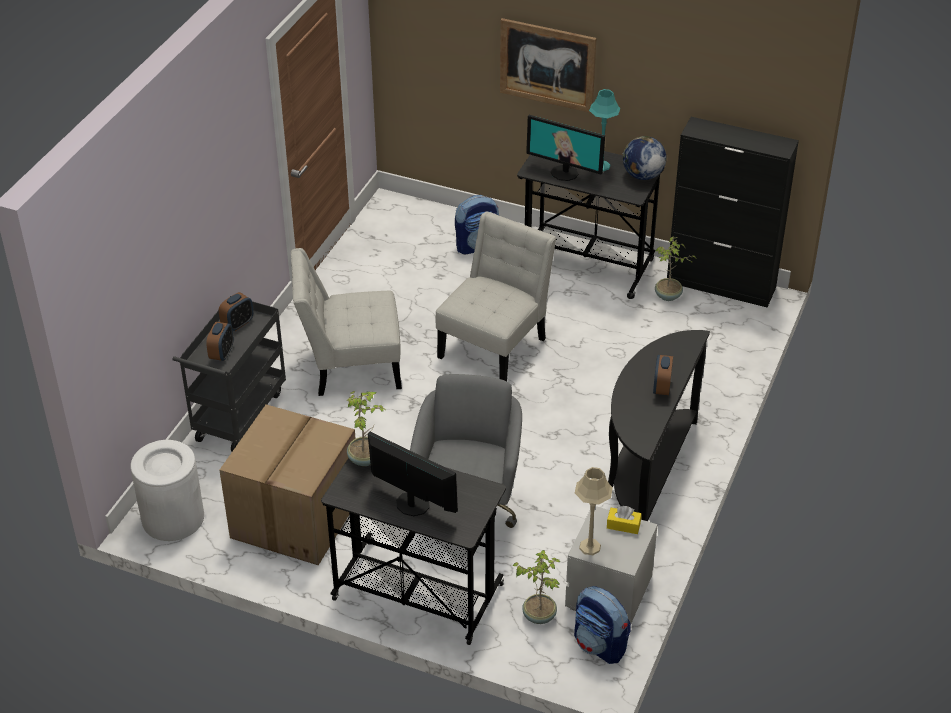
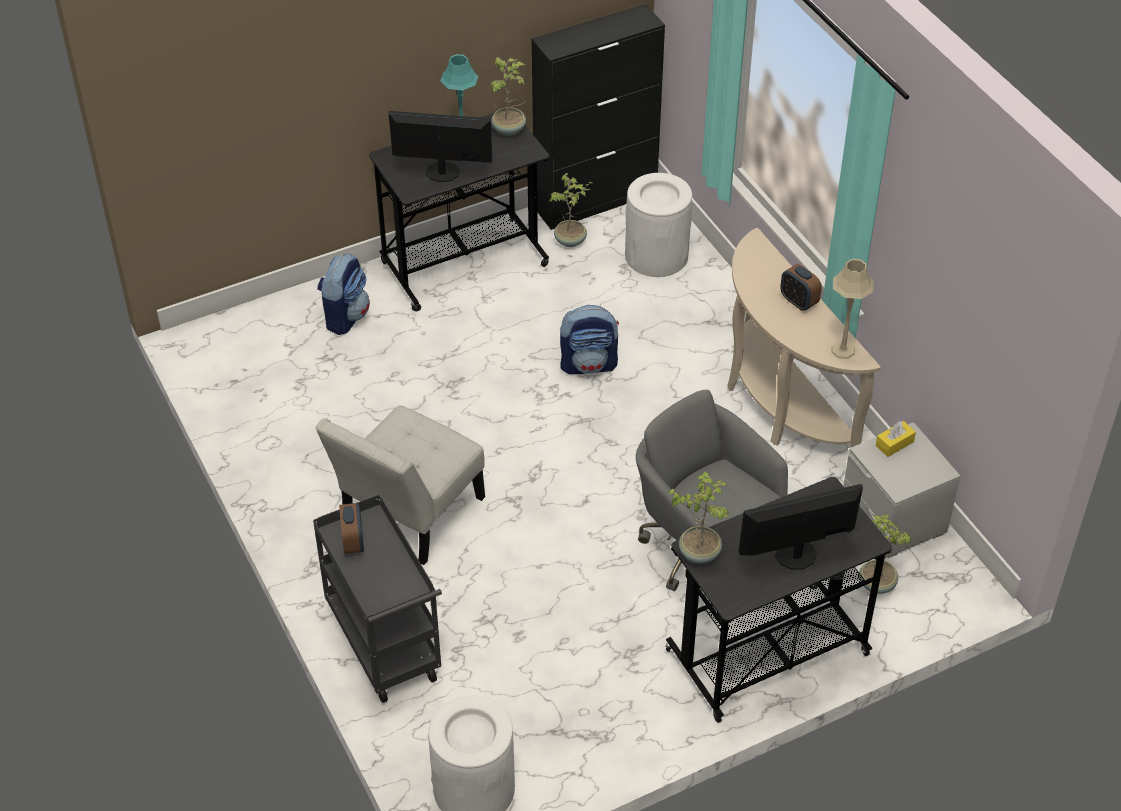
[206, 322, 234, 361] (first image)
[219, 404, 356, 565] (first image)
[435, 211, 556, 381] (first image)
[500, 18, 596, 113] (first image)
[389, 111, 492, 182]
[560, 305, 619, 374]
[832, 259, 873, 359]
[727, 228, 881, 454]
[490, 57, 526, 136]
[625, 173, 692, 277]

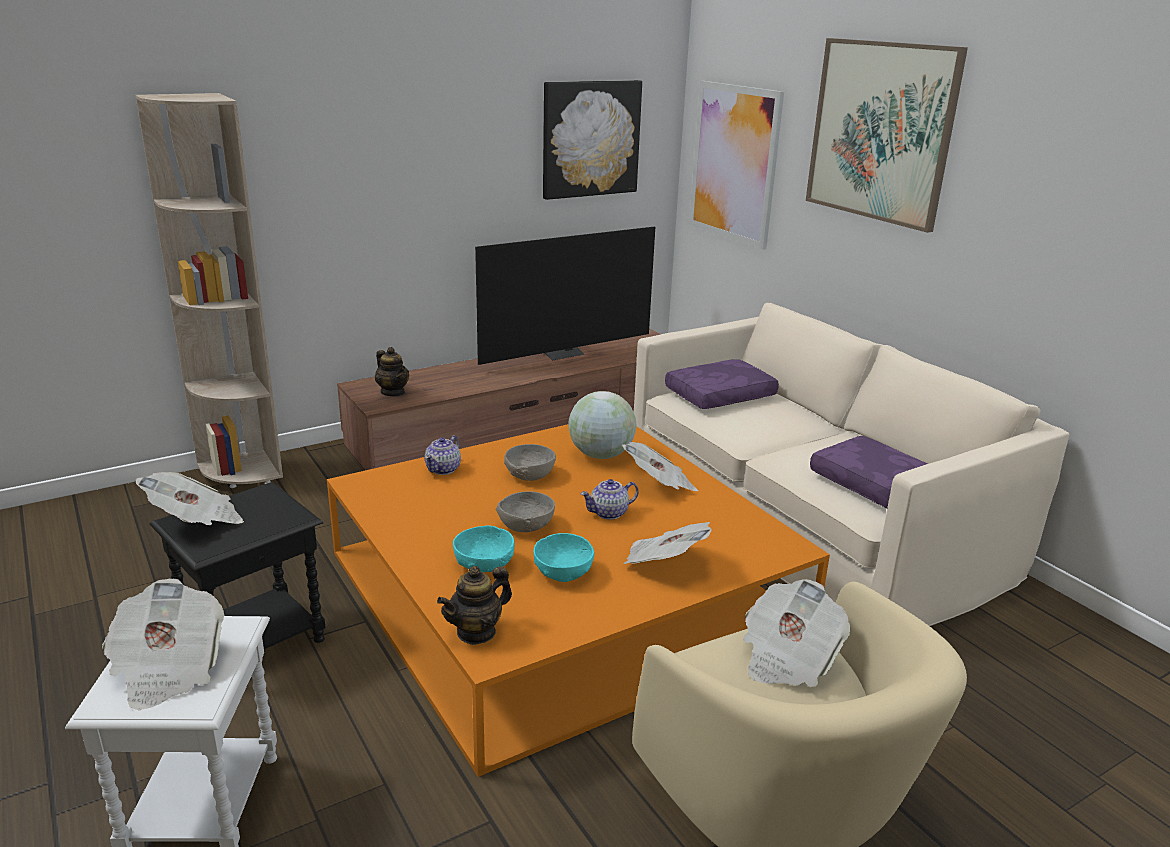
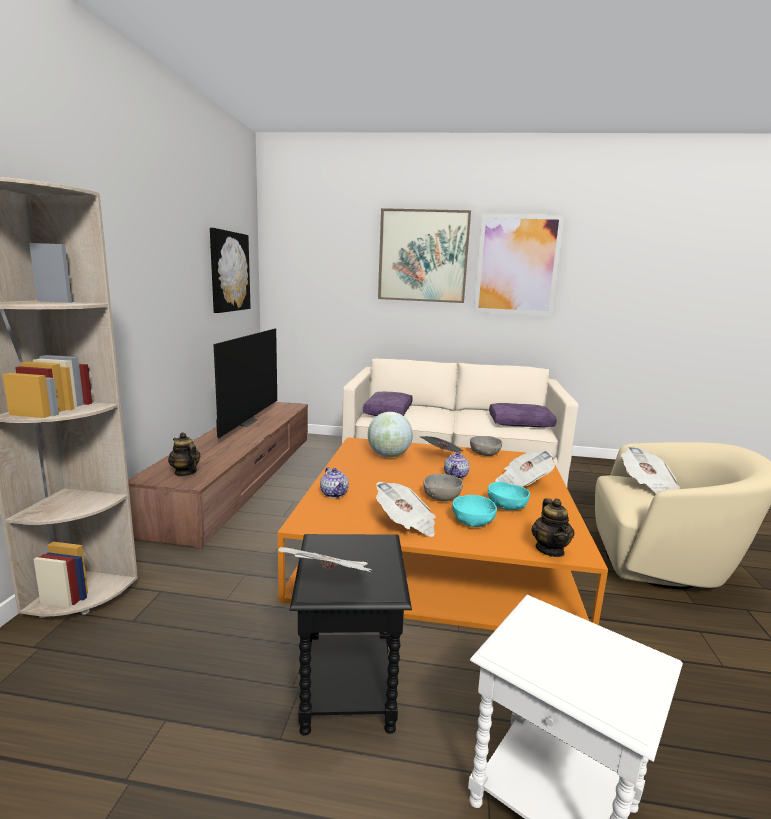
[376, 482, 436, 537]
[168, 432, 200, 476]
[470, 436, 502, 456]
[474, 213, 564, 316]

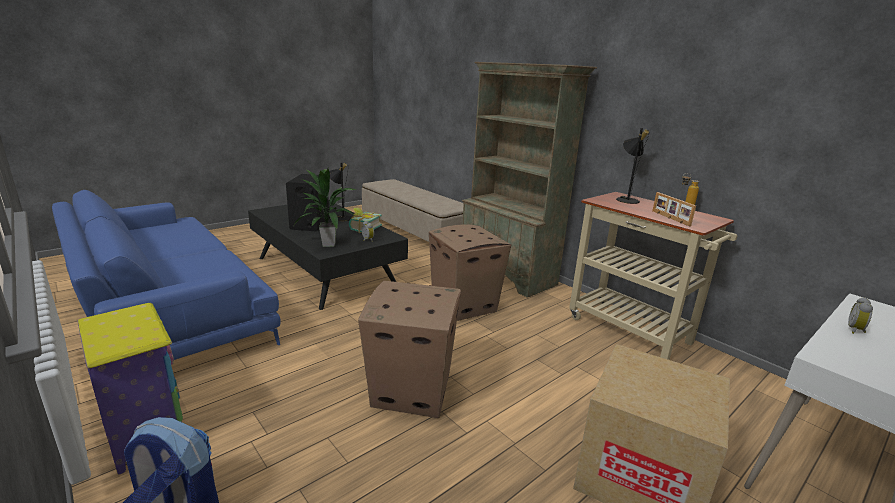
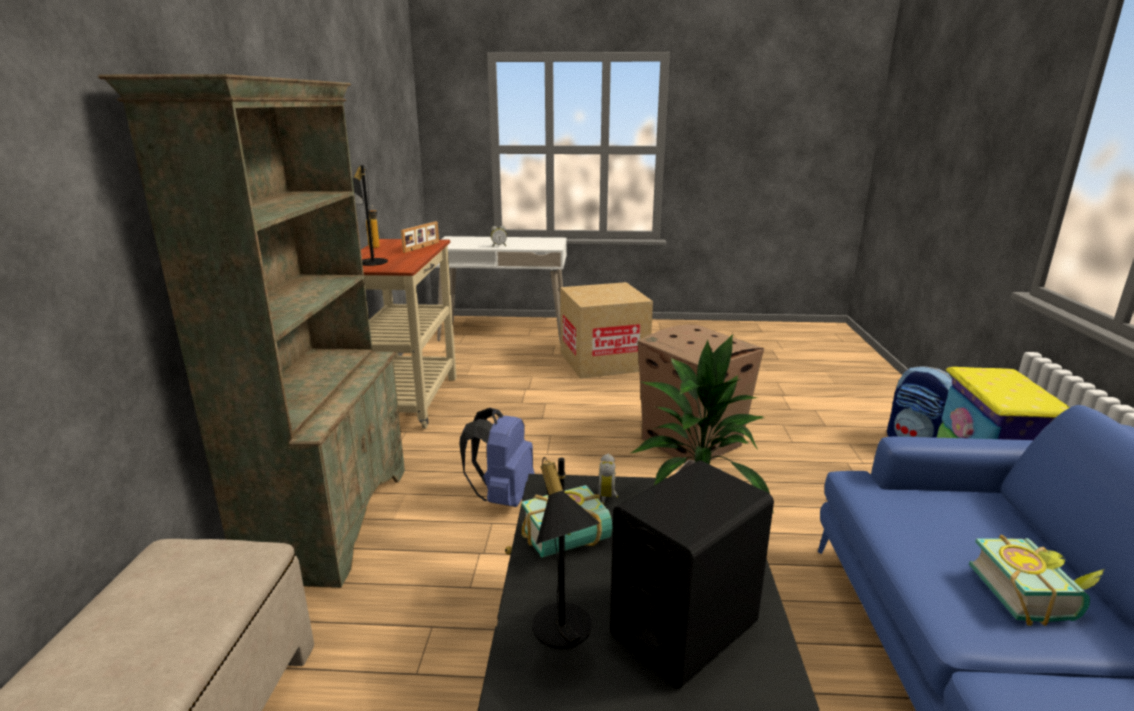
[459, 408, 535, 507]
[969, 535, 1104, 626]

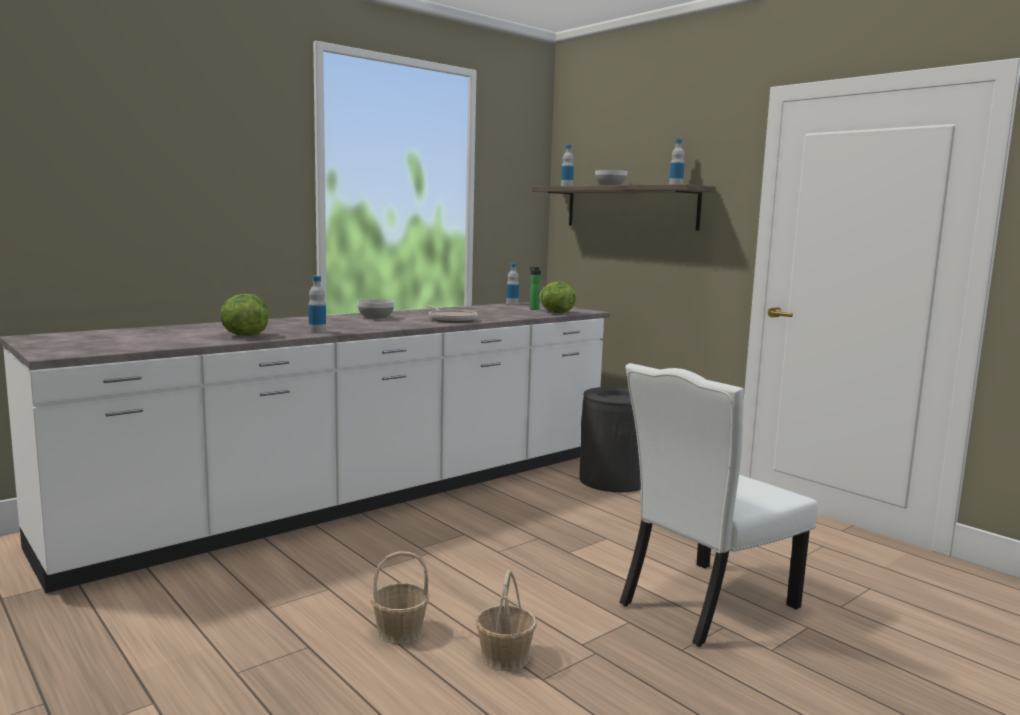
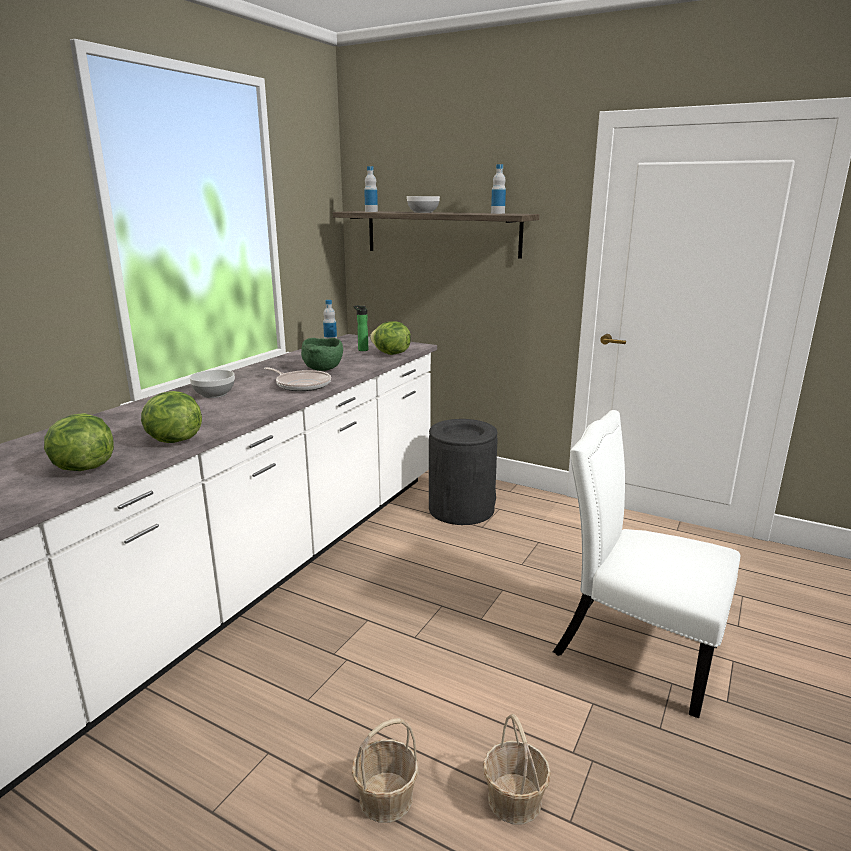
[141, 391, 202, 443]
[553, 410, 740, 718]
[301, 338, 343, 371]

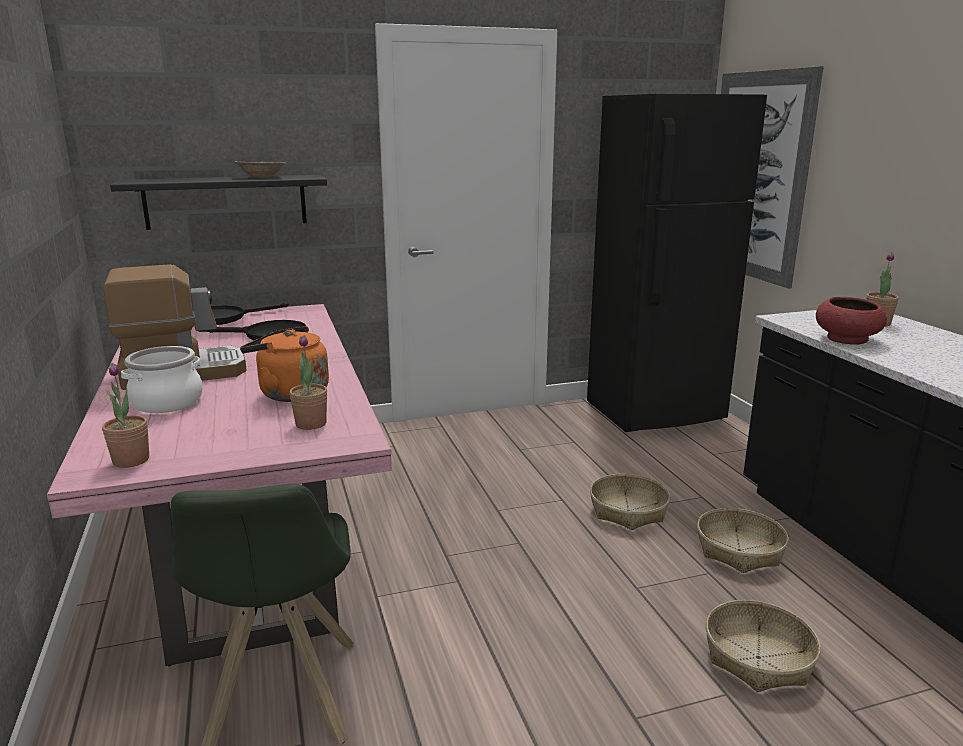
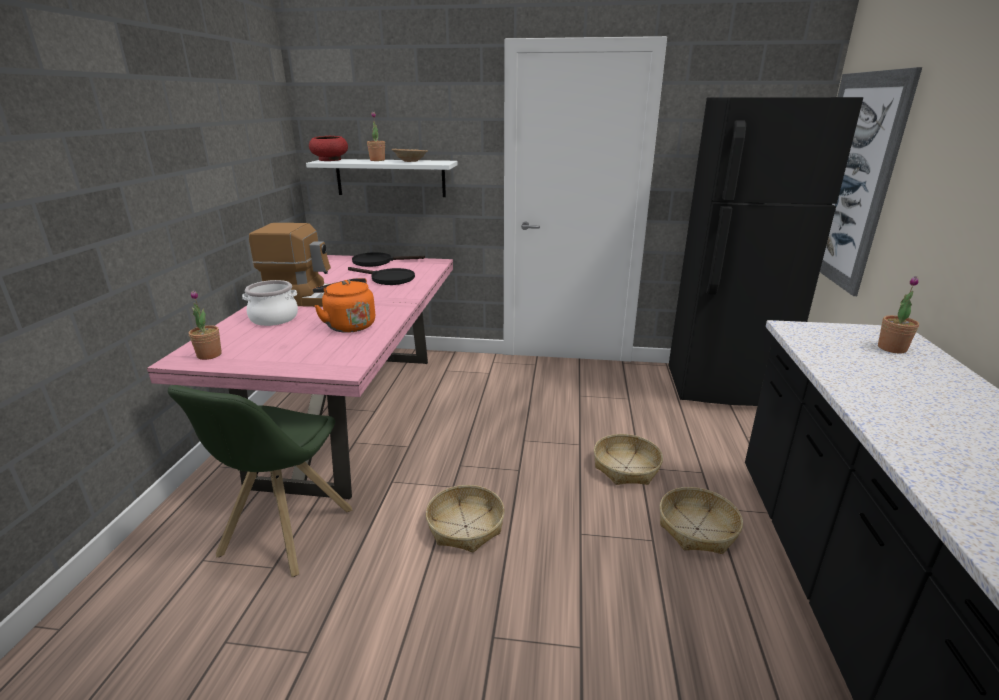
[306, 159, 458, 197]
[367, 112, 385, 161]
[426, 485, 505, 552]
[309, 136, 348, 161]

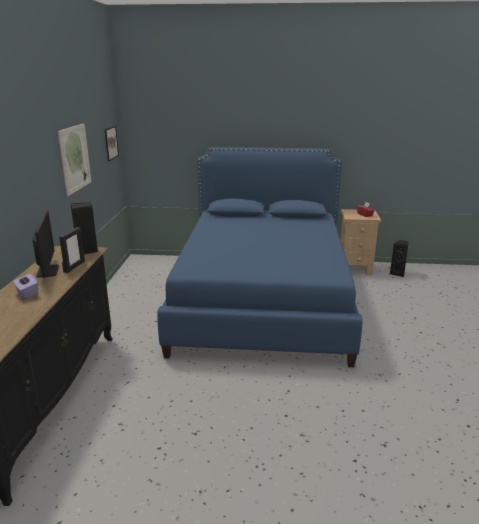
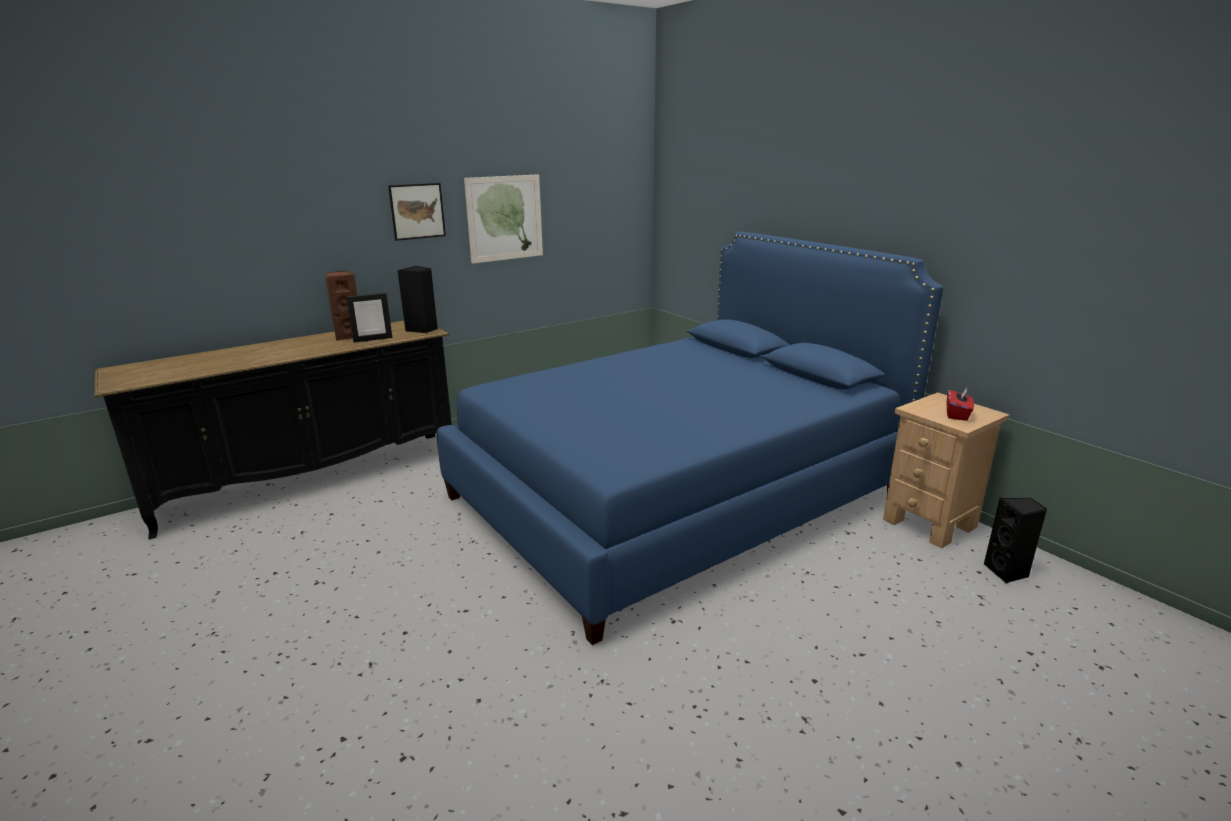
[13, 274, 38, 299] (first image)
[325, 271, 357, 341]
[388, 183, 446, 241]

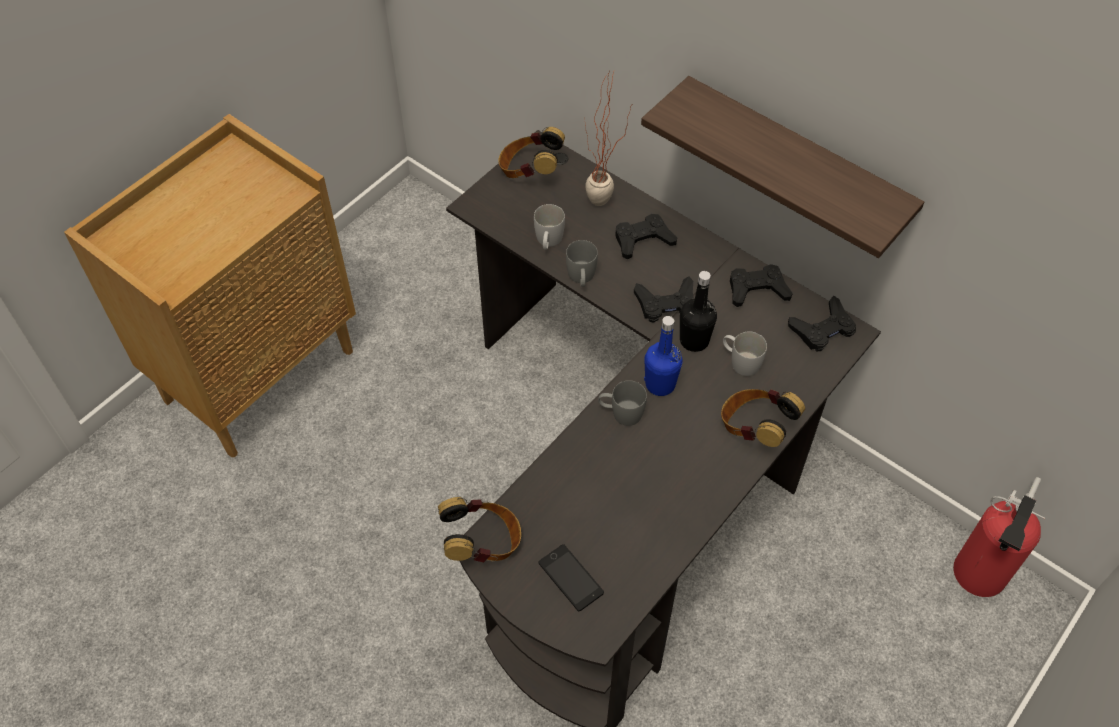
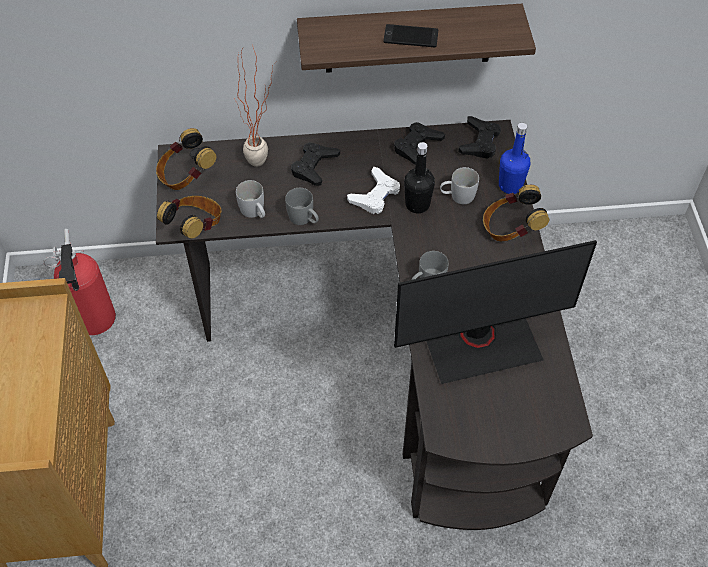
[157, 196, 222, 239]
[383, 24, 438, 48]
[347, 167, 400, 214]
[499, 123, 530, 194]
[43, 229, 116, 335]
[394, 240, 597, 384]

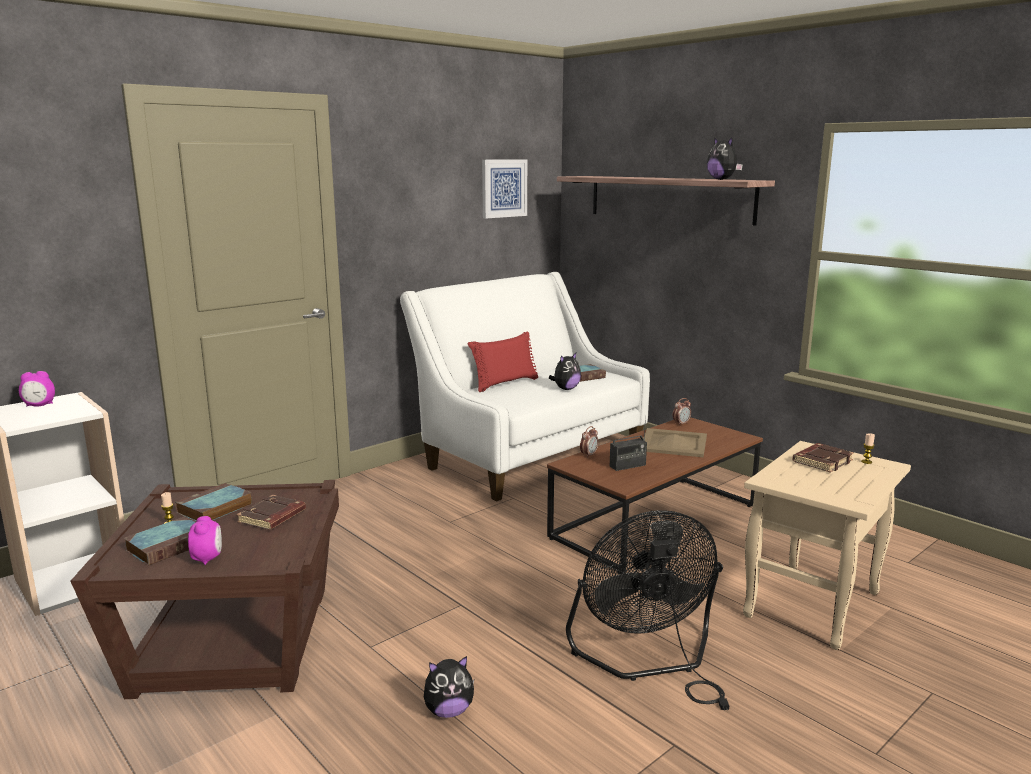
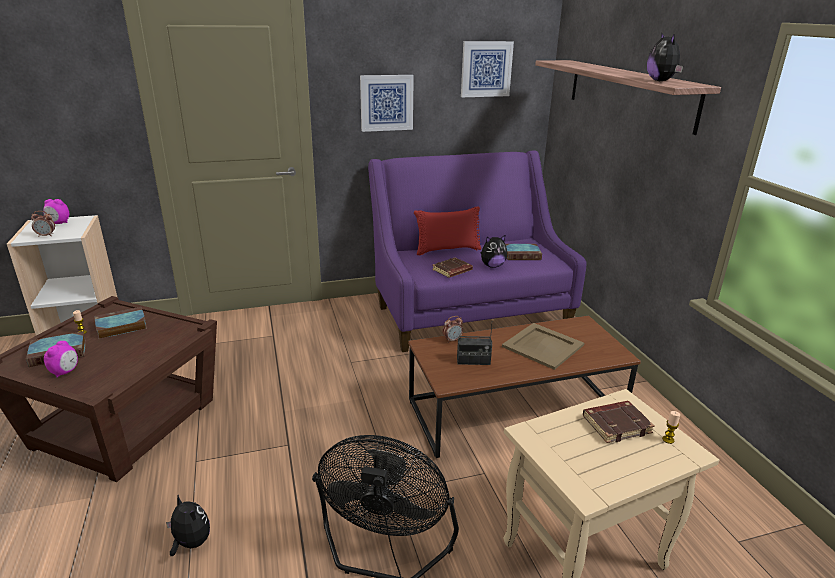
[432, 257, 473, 278]
[368, 150, 586, 352]
[166, 495, 210, 556]
[31, 211, 55, 237]
[360, 75, 414, 132]

